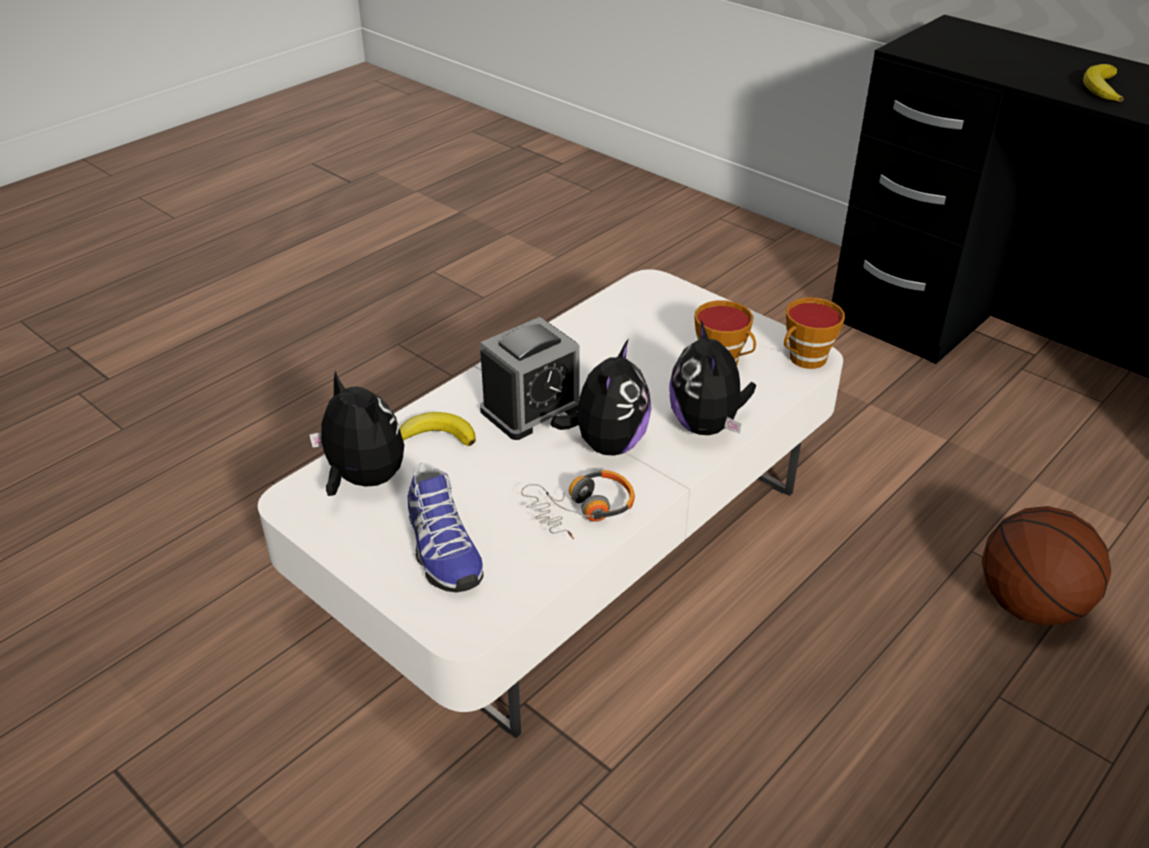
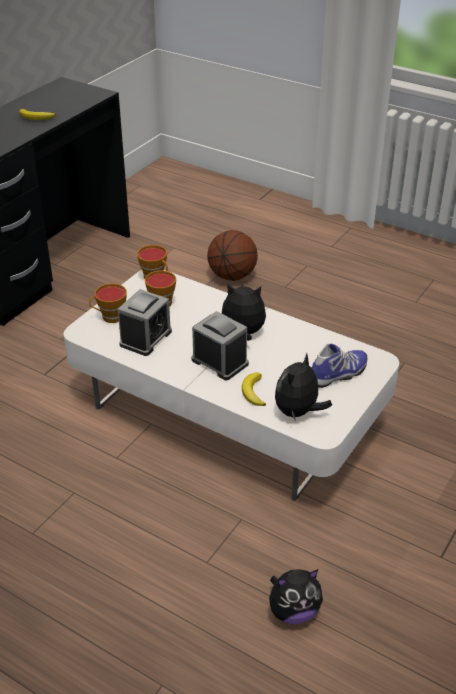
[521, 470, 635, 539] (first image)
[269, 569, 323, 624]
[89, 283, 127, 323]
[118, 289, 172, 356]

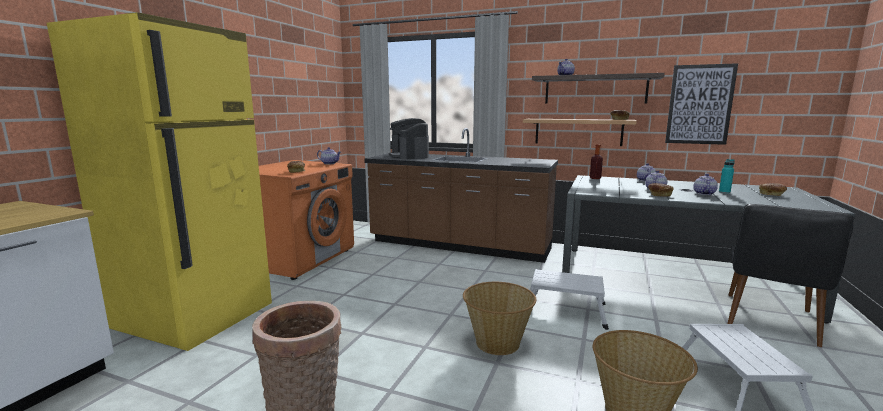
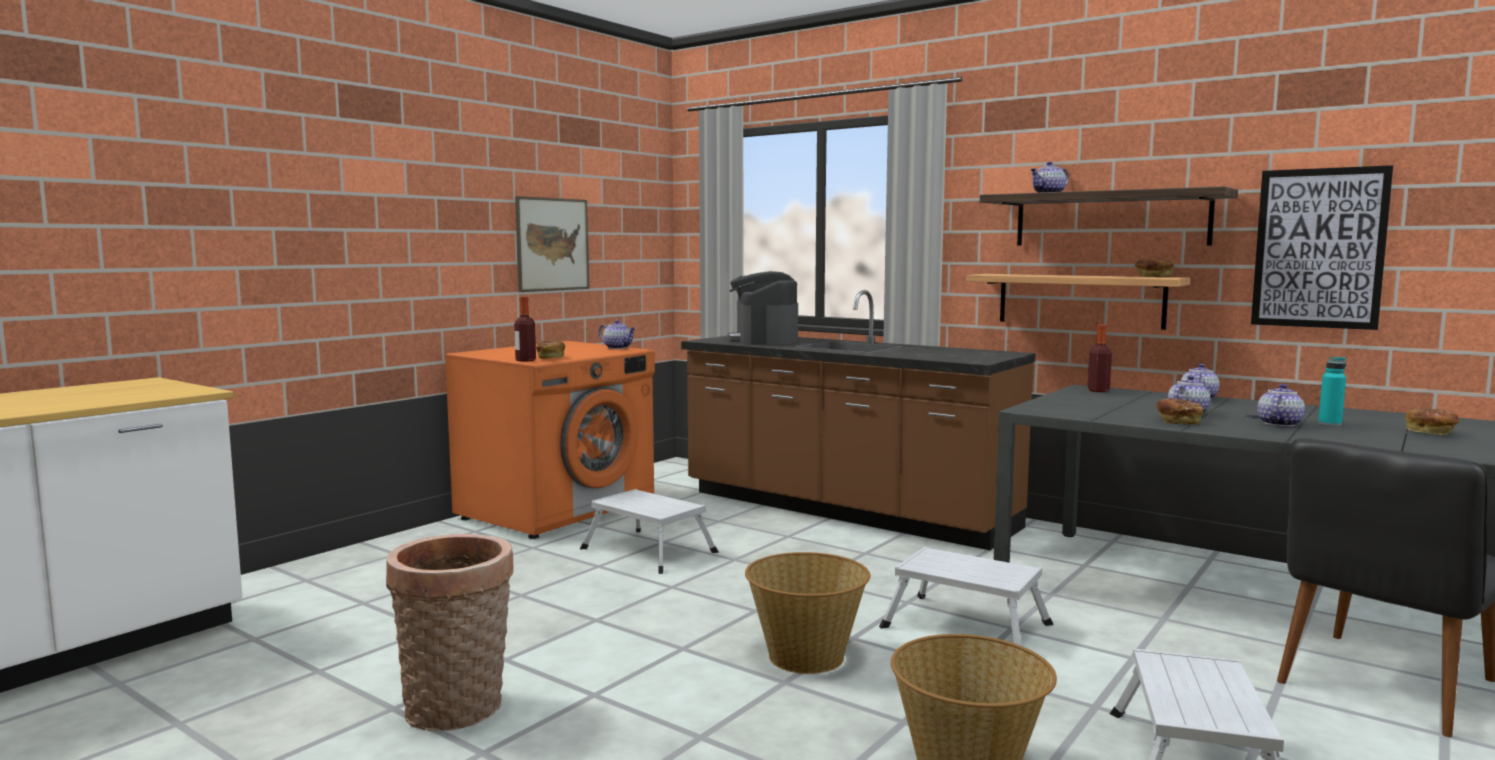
[47, 12, 272, 351] (first image)
[514, 297, 536, 362]
[515, 196, 590, 292]
[580, 489, 719, 574]

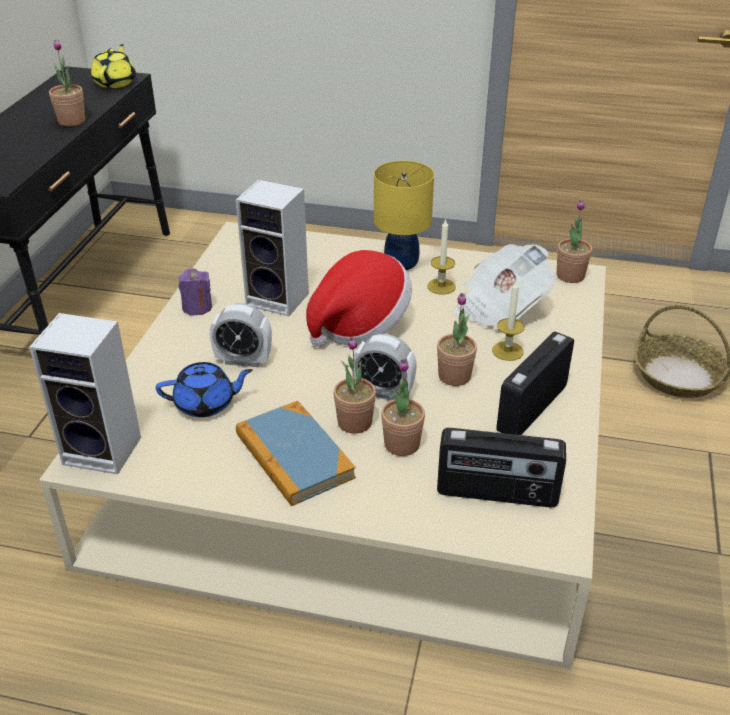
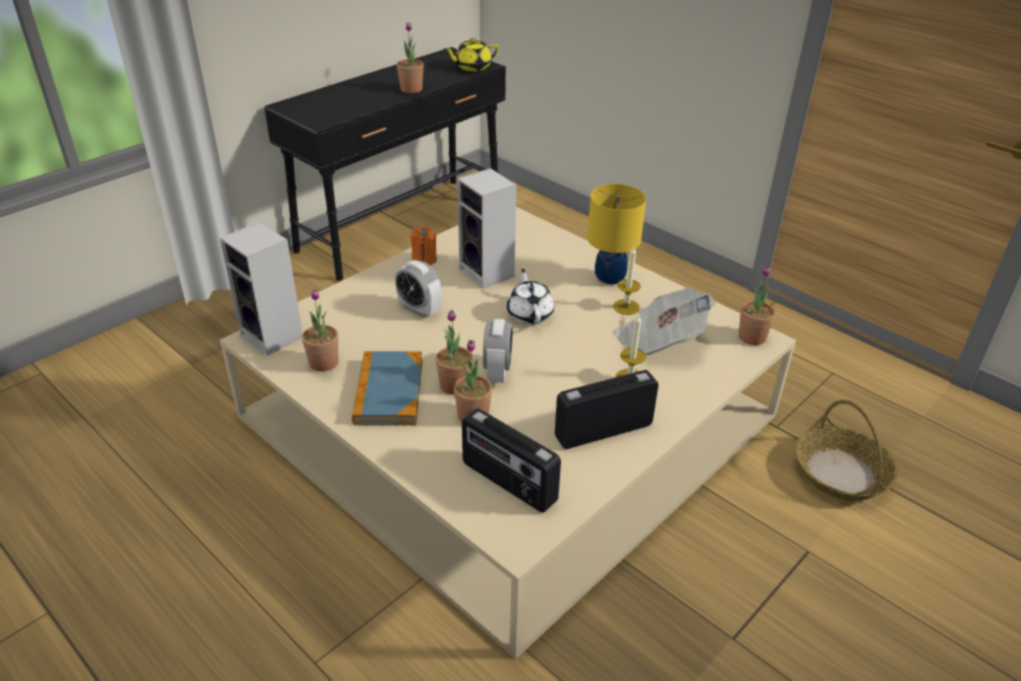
[444, 38, 499, 71]
[156, 362, 253, 417] (first image)
[410, 226, 437, 265]
[507, 269, 554, 324]
[483, 319, 513, 383]
[302, 289, 338, 372]

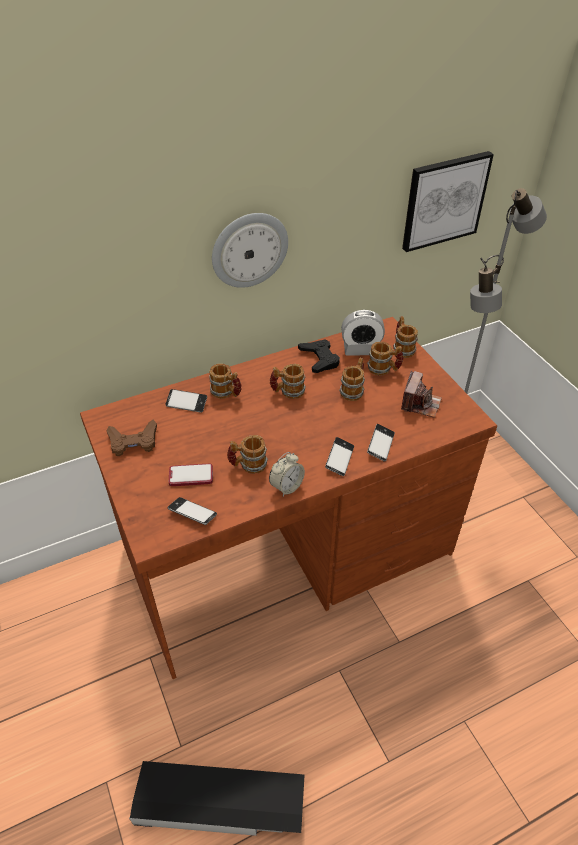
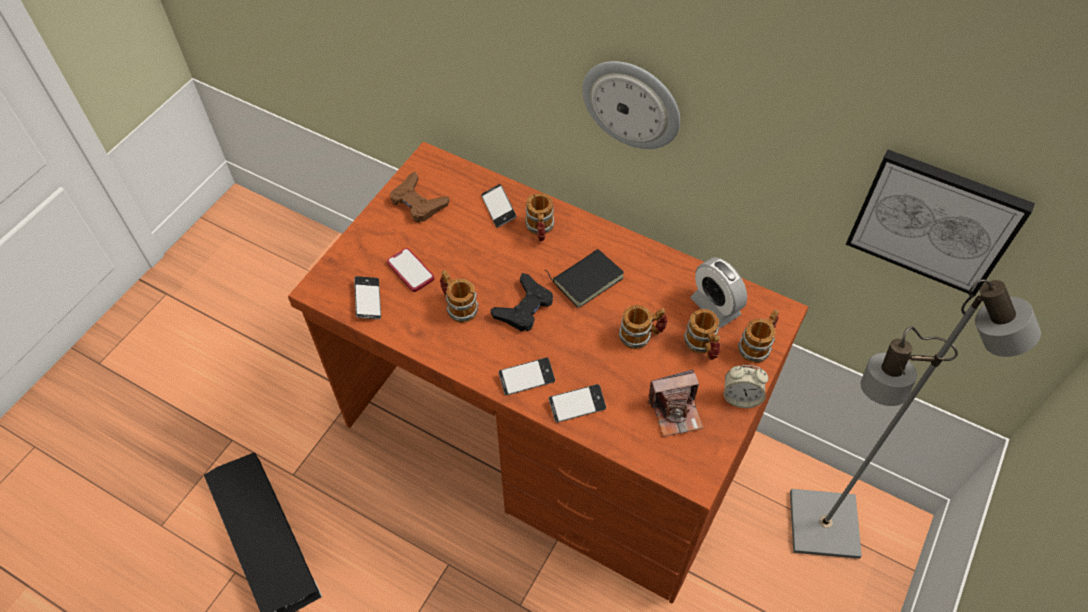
[724, 365, 769, 408]
[545, 249, 624, 308]
[491, 273, 553, 331]

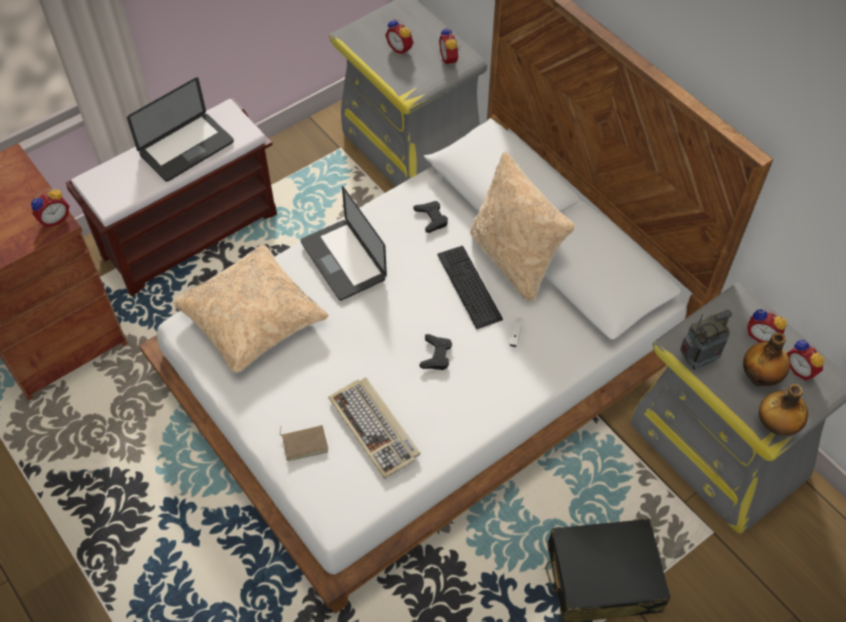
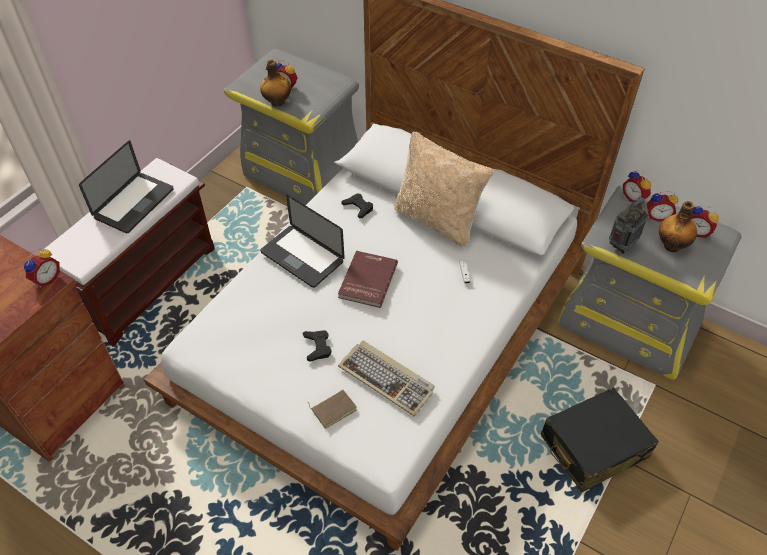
[173, 245, 328, 373] (first image)
[303, 330, 332, 362]
[437, 246, 503, 329] (first image)
[623, 170, 651, 202]
[260, 60, 291, 106]
[338, 251, 398, 308]

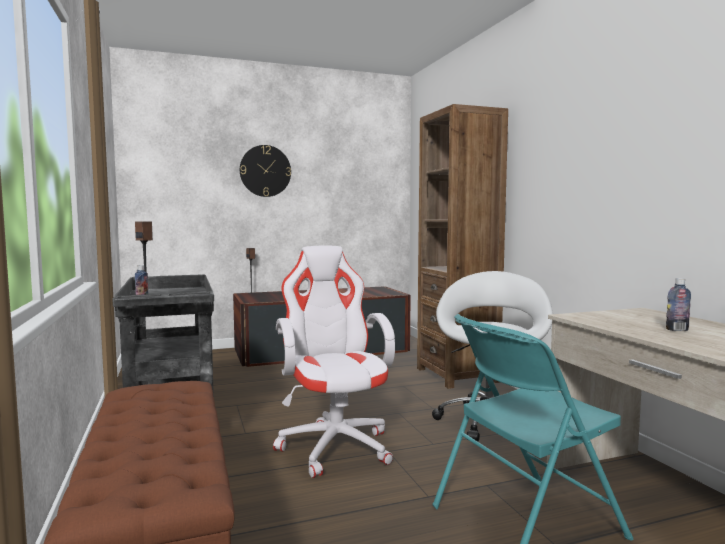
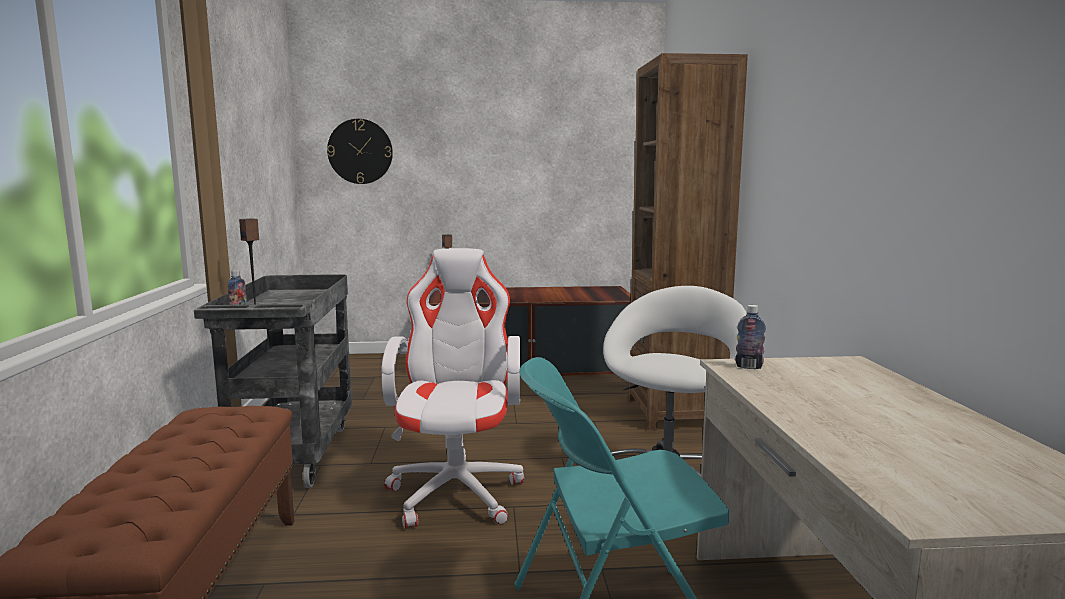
[327, 119, 393, 184]
[735, 305, 766, 369]

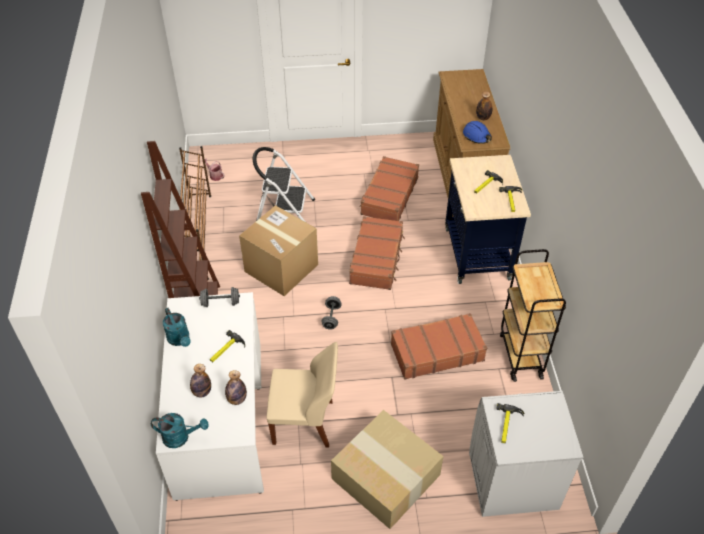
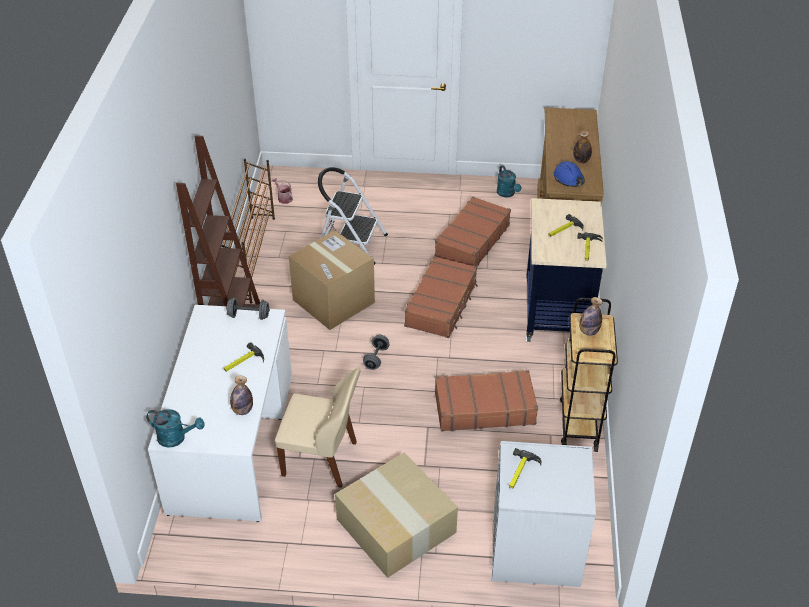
[497, 165, 521, 197]
[579, 297, 603, 336]

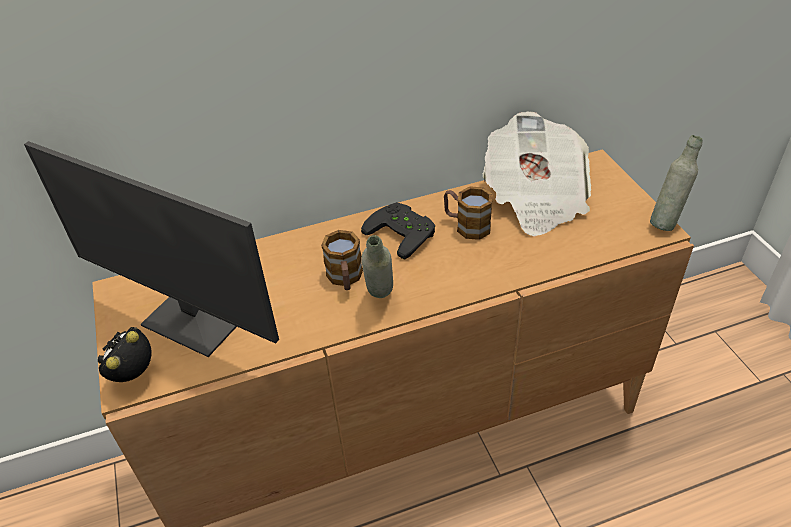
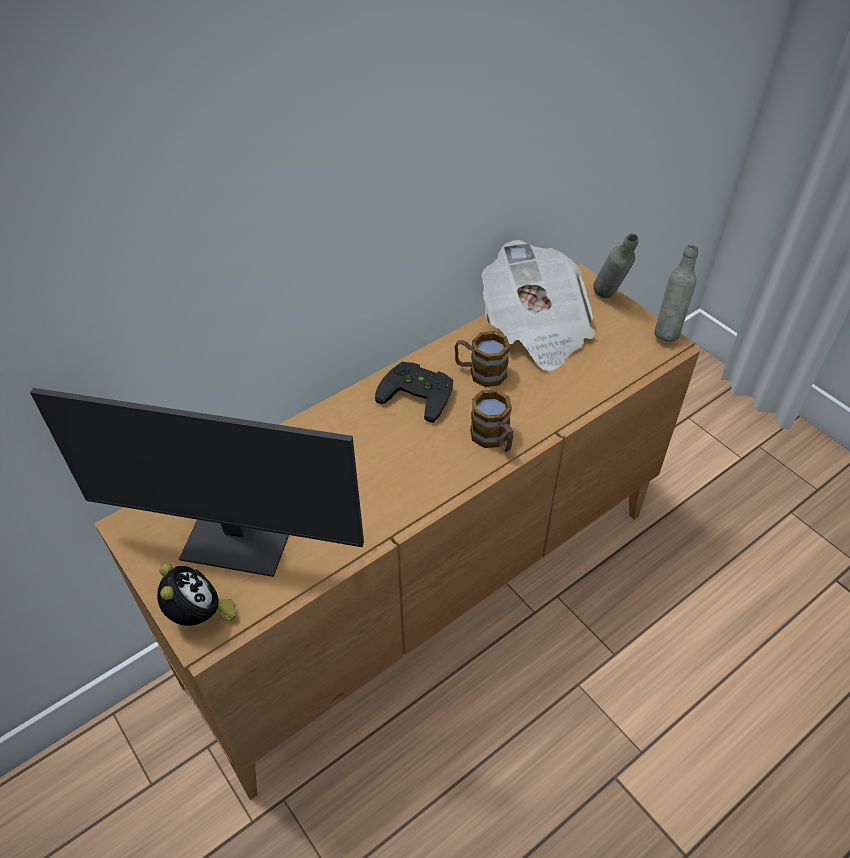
[157, 563, 236, 626]
[470, 389, 513, 452]
[593, 234, 639, 298]

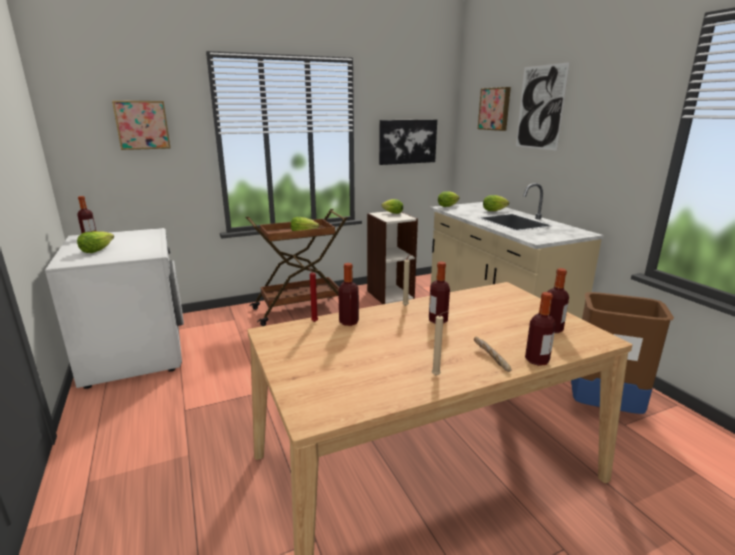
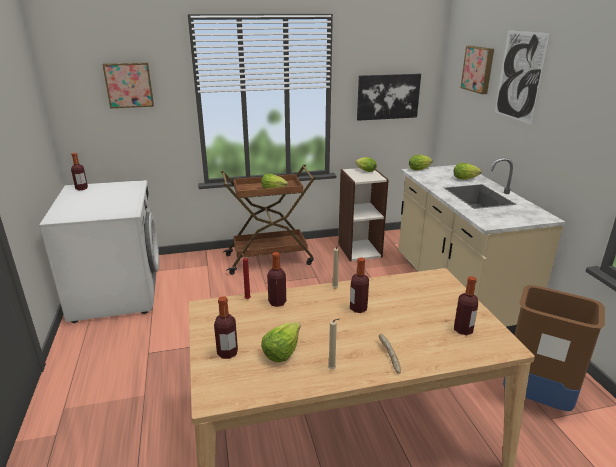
[261, 322, 301, 362]
[214, 296, 238, 359]

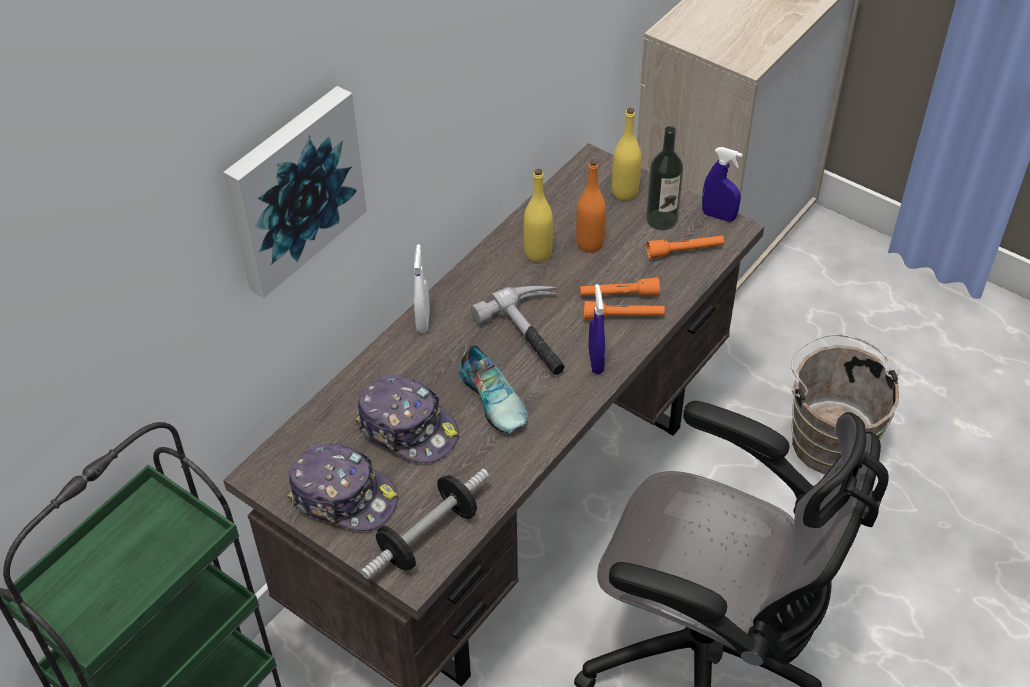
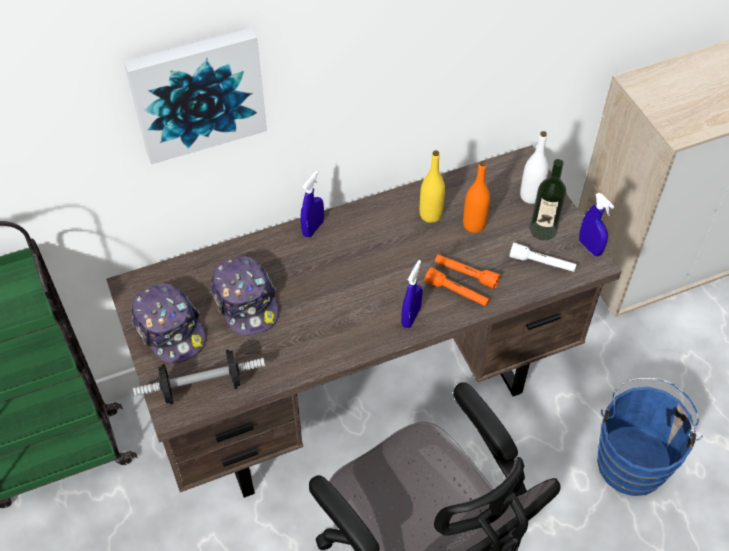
[300, 171, 324, 238]
[459, 345, 528, 433] (first image)
[471, 286, 564, 375] (first image)
[520, 131, 548, 204]
[509, 243, 577, 272]
[597, 378, 703, 496]

